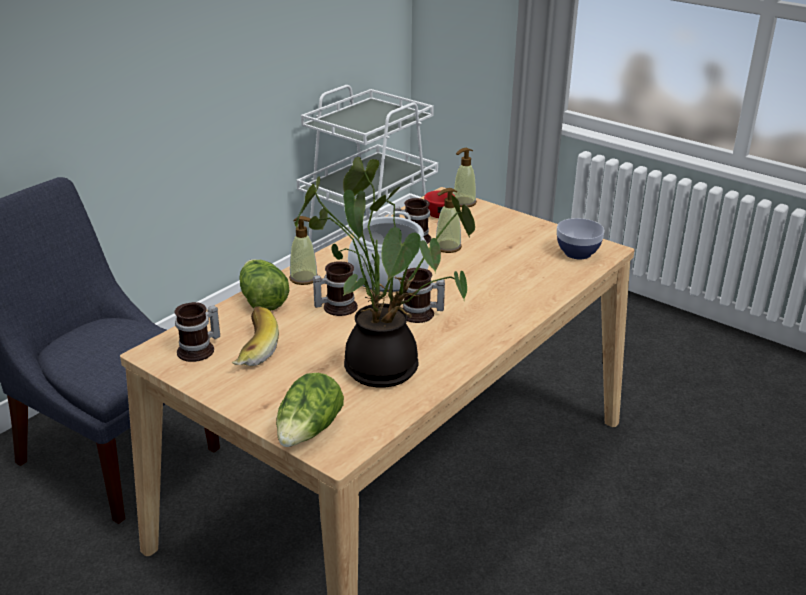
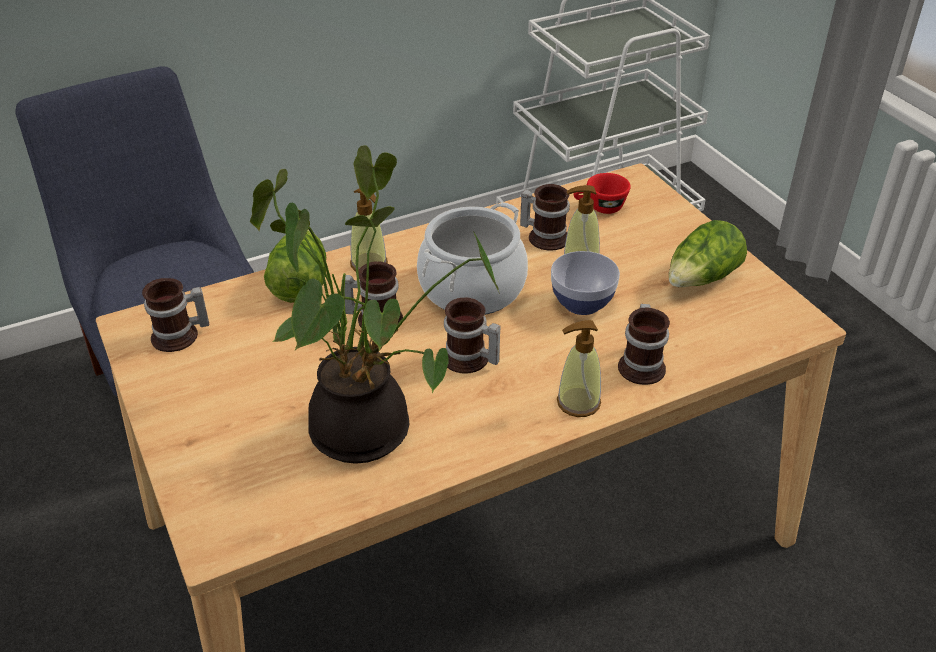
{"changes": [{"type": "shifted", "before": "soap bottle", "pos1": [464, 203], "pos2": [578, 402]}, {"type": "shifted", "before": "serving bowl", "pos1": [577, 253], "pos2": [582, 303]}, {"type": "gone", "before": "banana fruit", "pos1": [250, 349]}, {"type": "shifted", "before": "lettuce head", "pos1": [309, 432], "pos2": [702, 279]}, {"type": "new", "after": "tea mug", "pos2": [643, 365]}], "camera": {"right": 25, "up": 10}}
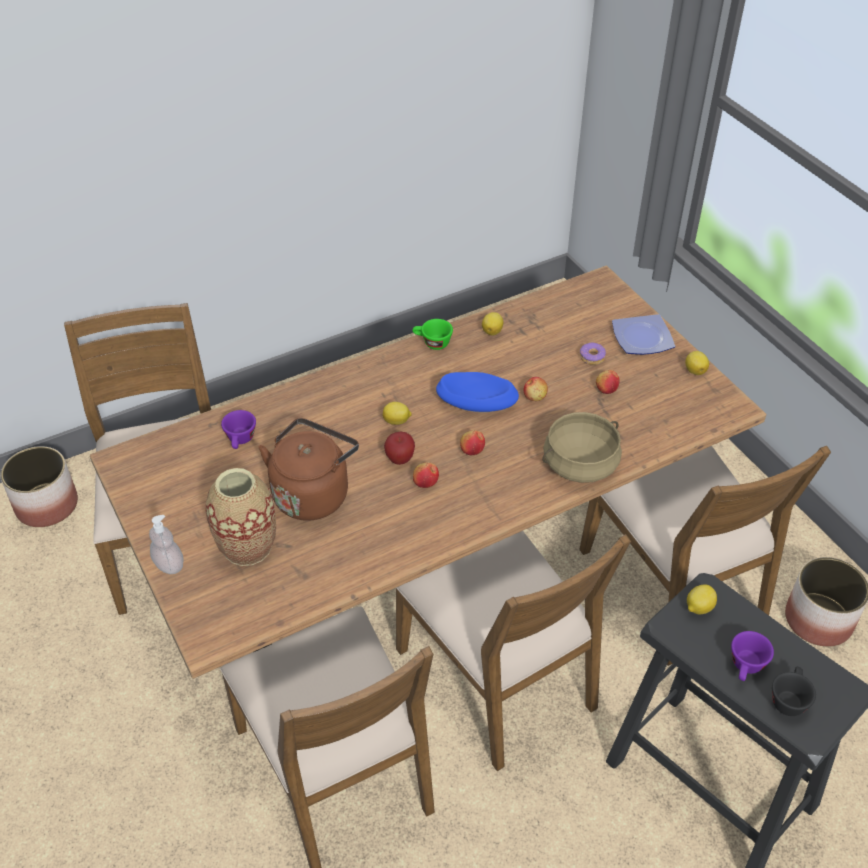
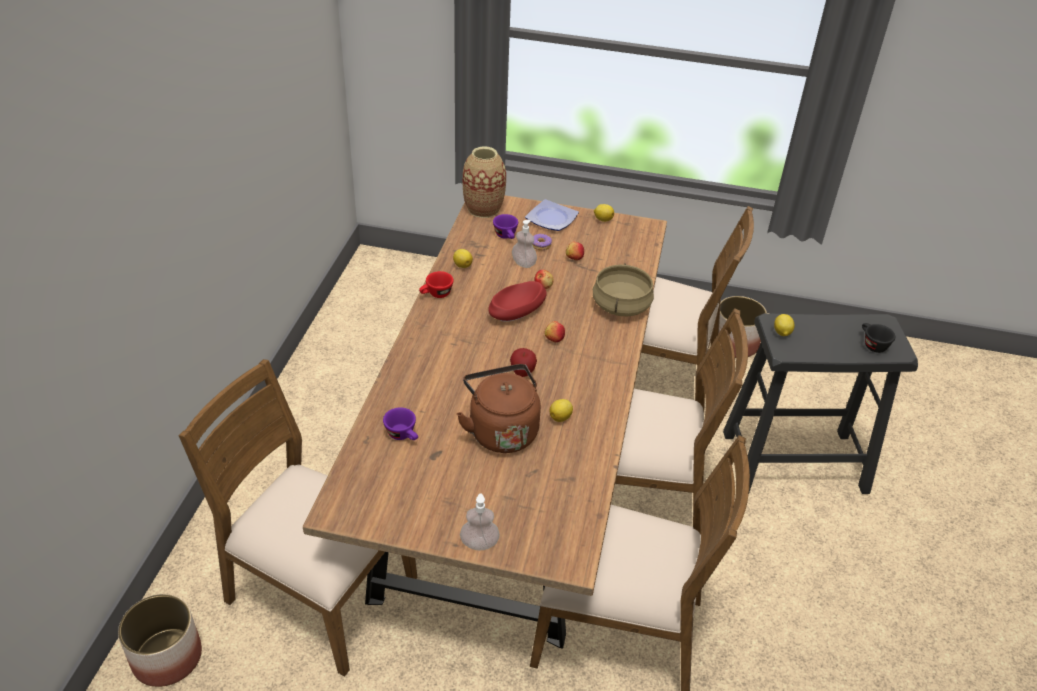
{"changes": [{"type": "repainted", "before": "green-coloured cup", "after": "red cup", "pos1": [432, 343], "pos2": [436, 294]}, {"type": "repainted", "before": "bluish serving bowl", "after": "red serving bowl", "pos1": [476, 404], "pos2": [517, 312]}, {"type": "shifted", "before": "whole lemon", "pos1": [397, 421], "pos2": [561, 417]}, {"type": "gone", "before": "apple fruit", "pos1": [425, 482]}, {"type": "shifted", "before": "decorative vase", "pos1": [247, 546], "pos2": [483, 208]}, {"type": "shifted", "before": "purple cup", "pos1": [746, 667], "pos2": [506, 236]}, {"type": "new", "after": "soap bottle", "pos2": [523, 263]}], "camera": {"right": -50, "up": -5}}
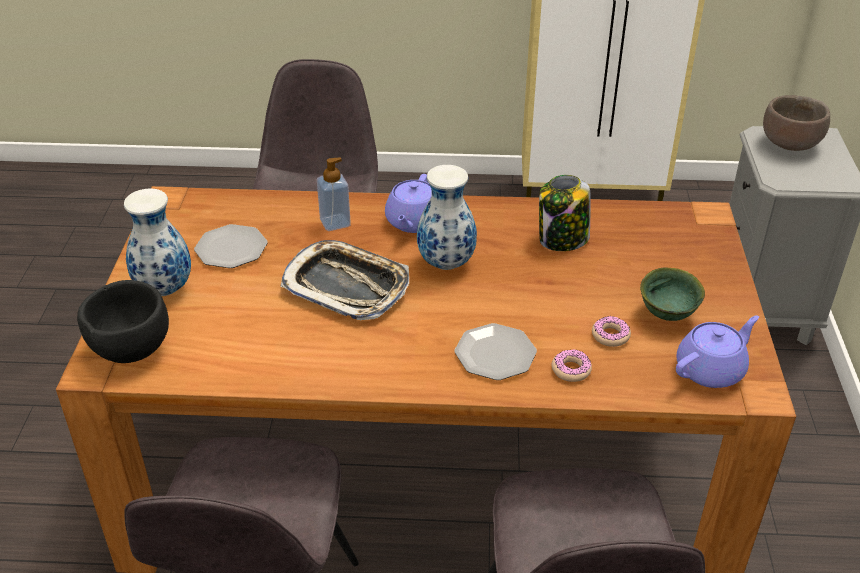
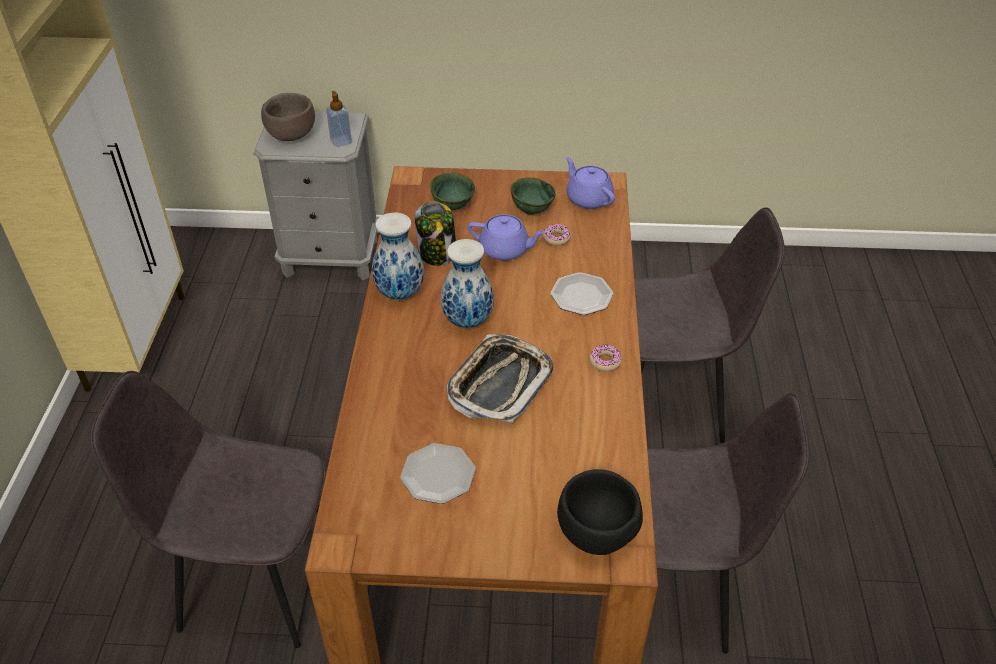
{"changes": [{"type": "shifted", "before": "soap bottle", "pos1": [335, 223], "pos2": [341, 141]}, {"type": "shifted", "before": "purple tea pot", "pos1": [413, 222], "pos2": [505, 250]}, {"type": "shifted", "before": "decorative vase", "pos1": [165, 289], "pos2": [400, 292]}, {"type": "shifted", "before": "donut", "pos1": [571, 370], "pos2": [605, 362]}, {"type": "new", "after": "green-coloured serving bowl", "pos2": [453, 206]}], "camera": {"right": -90, "up": 5}}
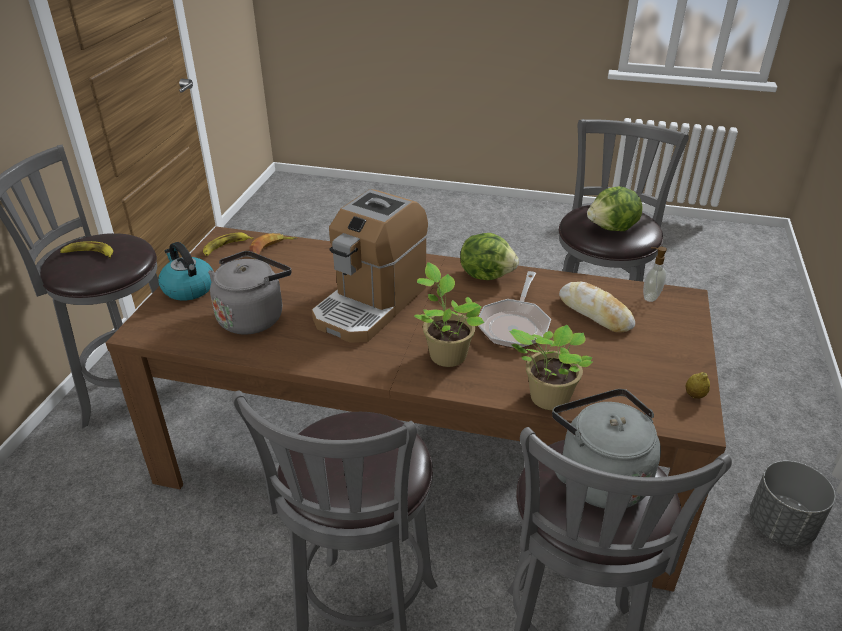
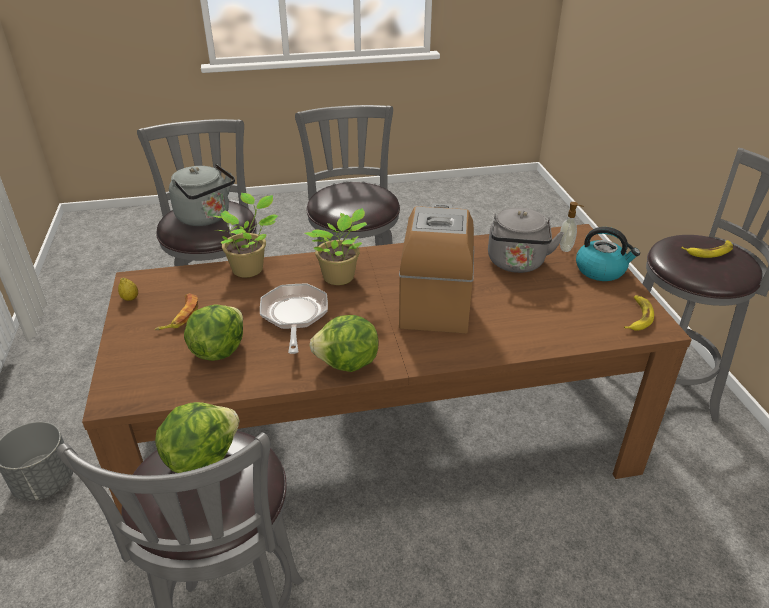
{"changes": [{"type": "shifted", "before": "banana fruit", "pos1": [271, 249], "pos2": [180, 315]}, {"type": "shifted", "before": "soap bottle", "pos1": [650, 297], "pos2": [566, 248]}, {"type": "swapped", "before": "bakery bread", "after": "lettuce head", "pos1": [595, 313], "pos2": [218, 350]}], "camera": {"right": 155, "up": 0}}
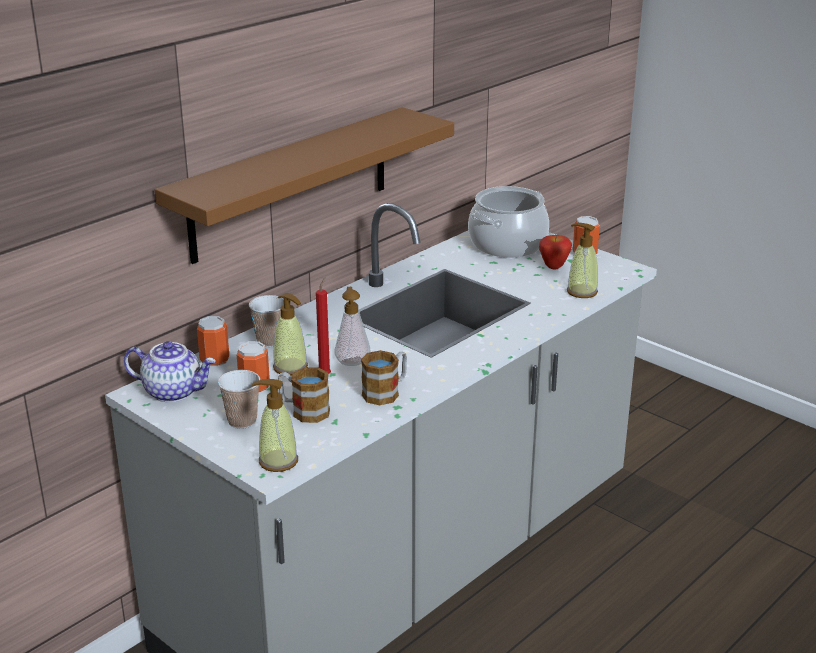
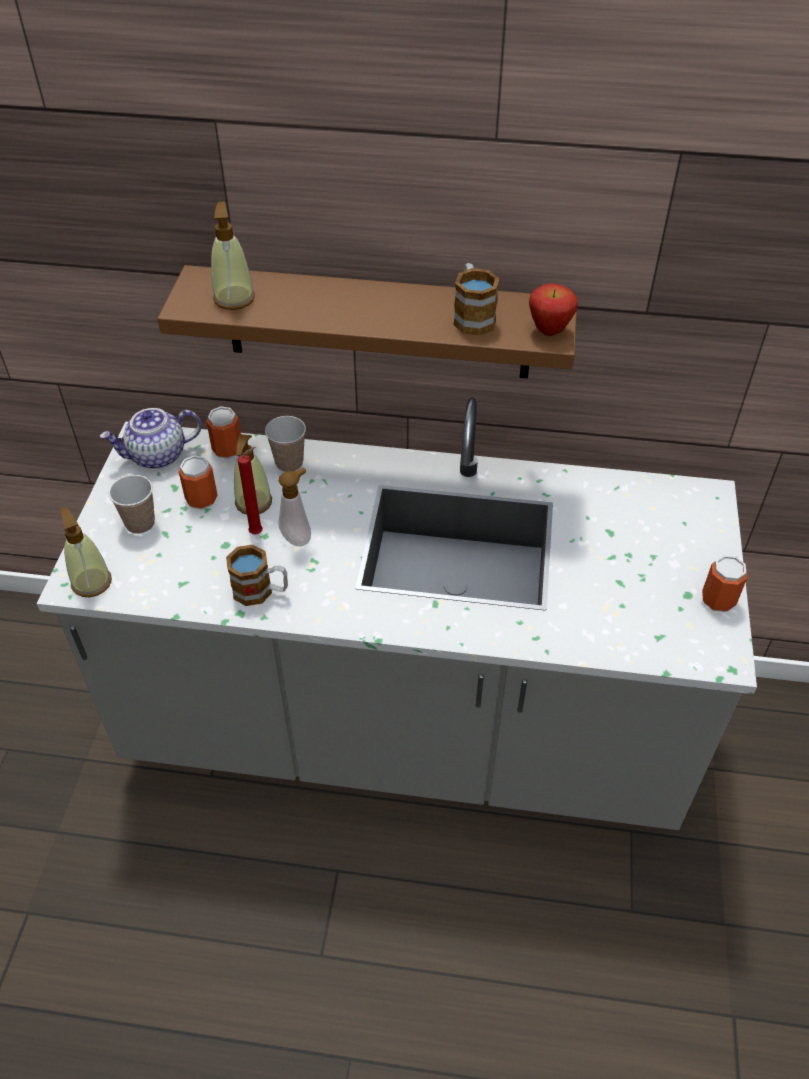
{"changes": [{"type": "gone", "before": "saucepot", "pos1": [508, 245]}, {"type": "shifted", "before": "soap bottle", "pos1": [581, 292], "pos2": [234, 298]}, {"type": "shifted", "before": "apple fruit", "pos1": [554, 267], "pos2": [549, 331]}, {"type": "rotated", "before": "tea pot", "pos1": [173, 391], "pos2": [157, 456], "turn": 90}, {"type": "shifted", "before": "tea mug", "pos1": [304, 411], "pos2": [472, 316]}], "camera": {"right": 55, "up": 20}}
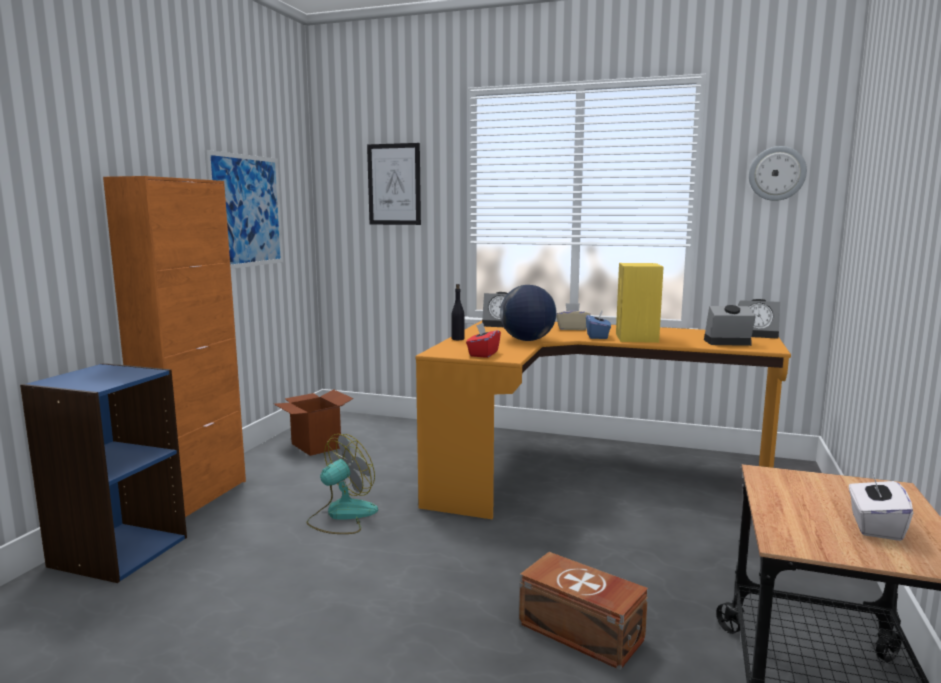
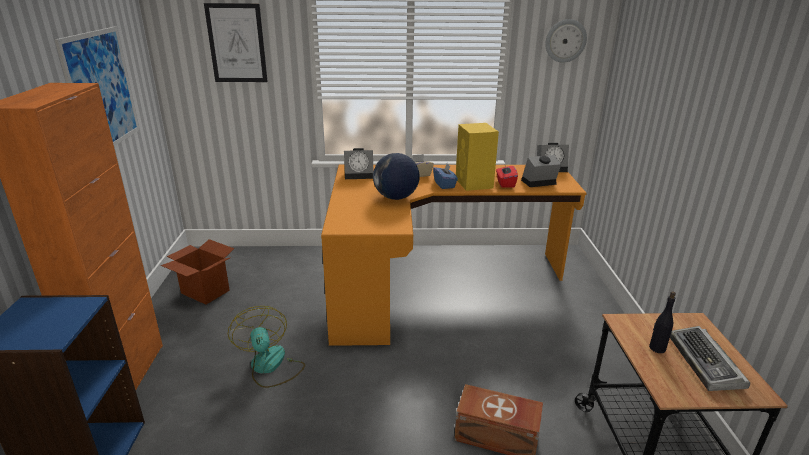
{"changes": [{"type": "shifted", "before": "blackish beverage bottle", "pos1": [457, 339], "pos2": [657, 348]}, {"type": "shifted", "before": "red tissue box", "pos1": [483, 354], "pos2": [505, 183]}, {"type": "rotated", "before": "electric fan", "pos1": [342, 515], "pos2": [270, 366], "turn": -45}, {"type": "swapped", "before": "white tissue box", "after": "computer keyboard", "pos1": [874, 526], "pos2": [705, 363]}], "camera": {"right": -20, "up": 15}}
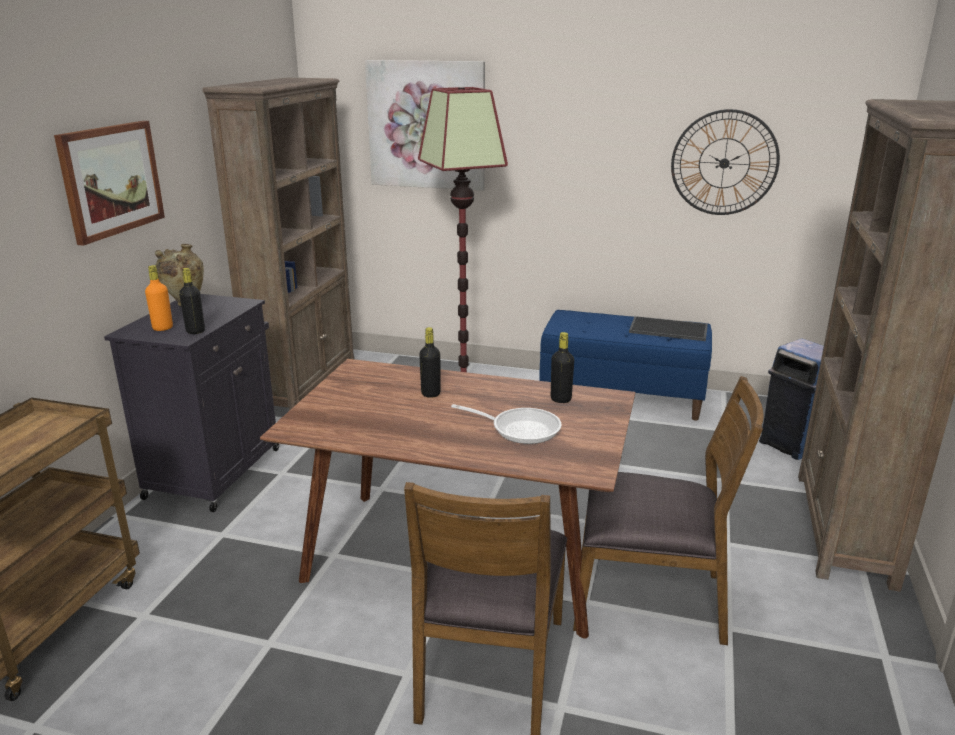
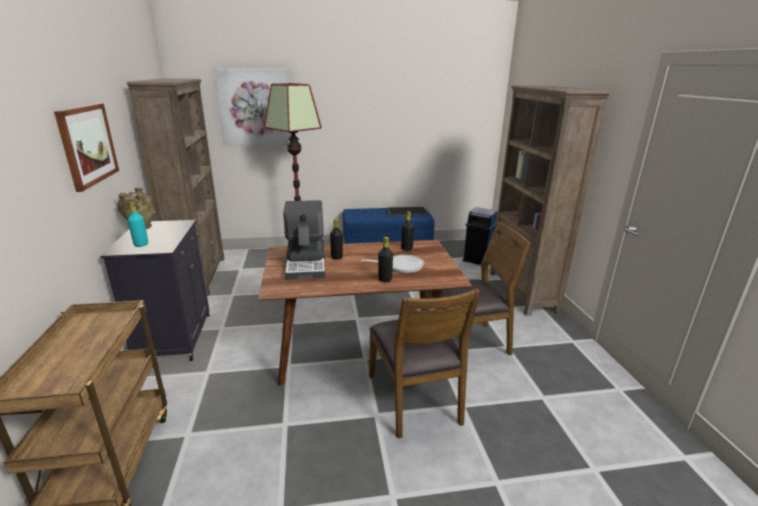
{"changes": [{"type": "gone", "before": "wall clock", "pos1": [724, 163]}, {"type": "repainted", "before": "orange beverage bottle", "after": "turquoise-coloured beverage bottle", "pos1": [162, 328], "pos2": [141, 244]}, {"type": "shifted", "before": "blackish beverage bottle", "pos1": [195, 331], "pos2": [385, 279]}, {"type": "new", "after": "coffee maker", "pos2": [307, 264]}], "camera": {"right": -25, "up": 0}}
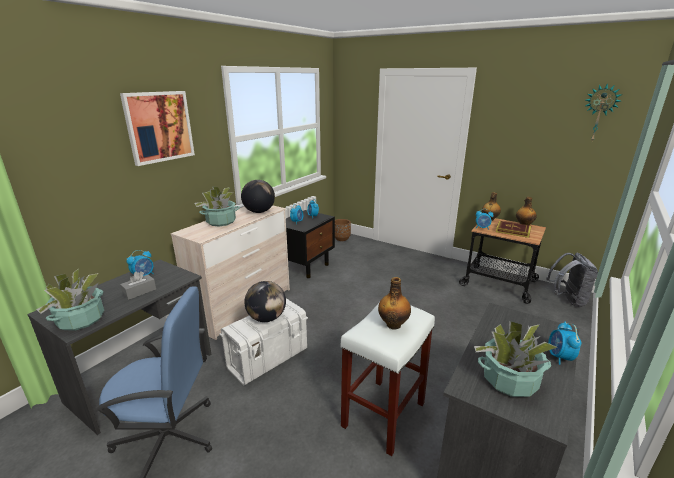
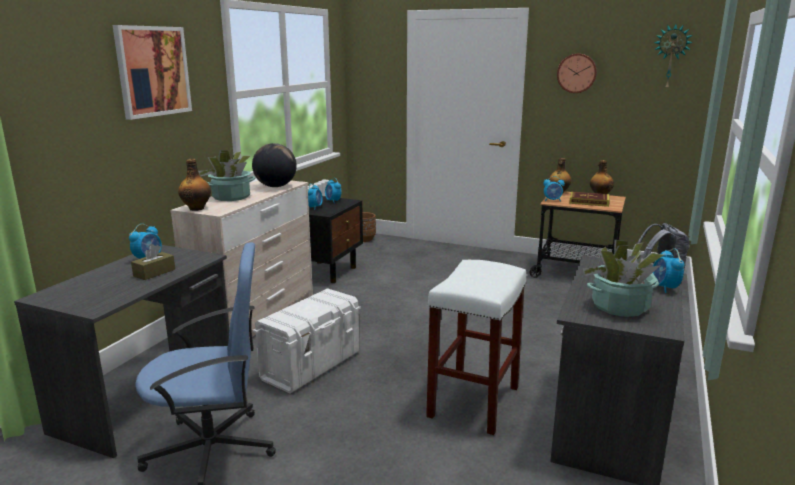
{"changes": [{"type": "gone", "before": "plant in a pot", "pos1": [81, 320]}, {"type": "repainted", "before": "grey tissue box", "after": "brown-coloured tissue box", "pos1": [139, 292], "pos2": [154, 273]}, {"type": "shifted", "before": "beverage bottle", "pos1": [393, 324], "pos2": [197, 208]}, {"type": "gone", "before": "world globe", "pos1": [267, 318]}, {"type": "new", "after": "wall clock", "pos2": [577, 73]}], "camera": {"right": -10, "up": -5}}
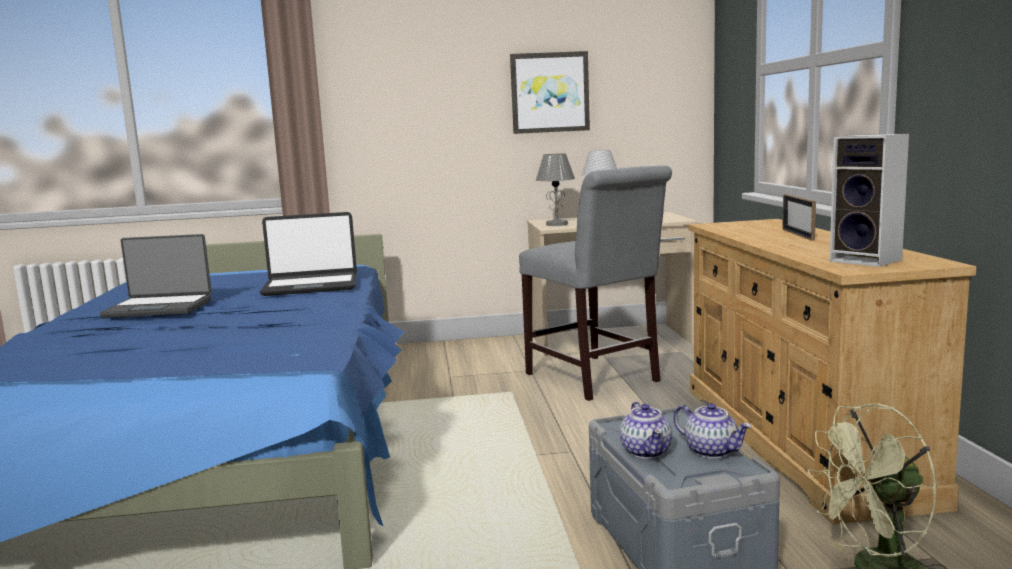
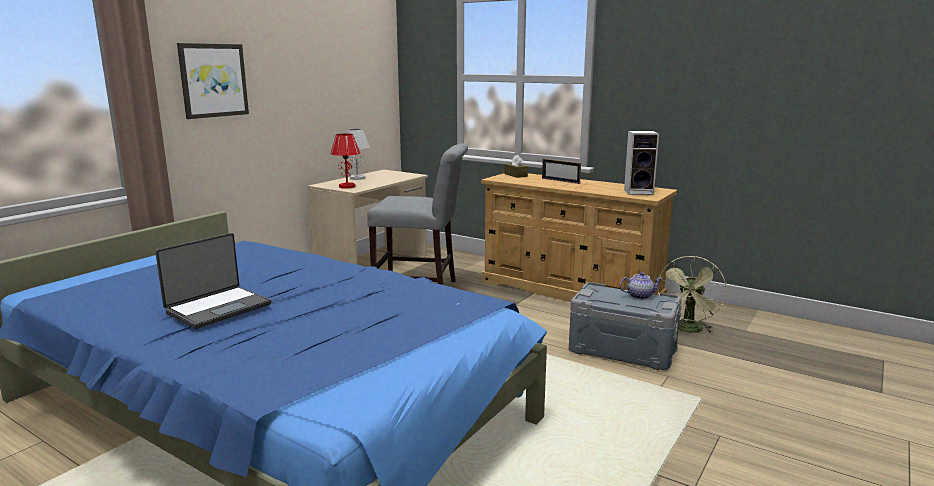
{"changes": [{"type": "shifted", "before": "wall art", "pos1": [549, 92], "pos2": [213, 80]}, {"type": "repainted", "before": "grey table lamp", "after": "red table lamp", "pos1": [556, 224], "pos2": [347, 186]}, {"type": "gone", "before": "laptop", "pos1": [311, 286]}, {"type": "gone", "before": "tea pot", "pos1": [647, 451]}, {"type": "new", "after": "brown-coloured tissue box", "pos2": [515, 175]}], "camera": {"right": -50, "up": 5}}
